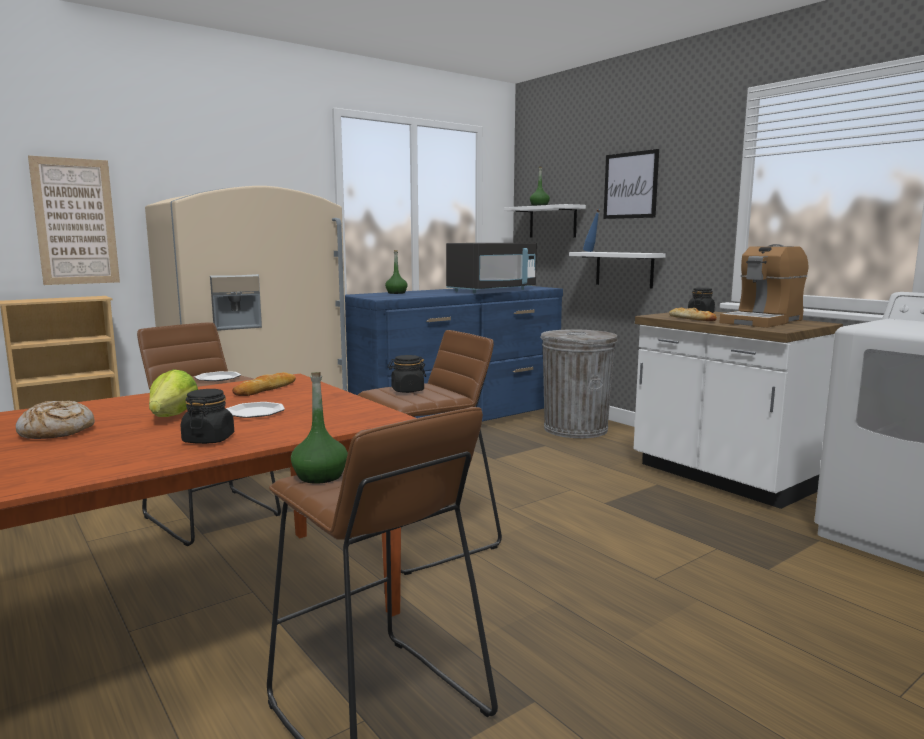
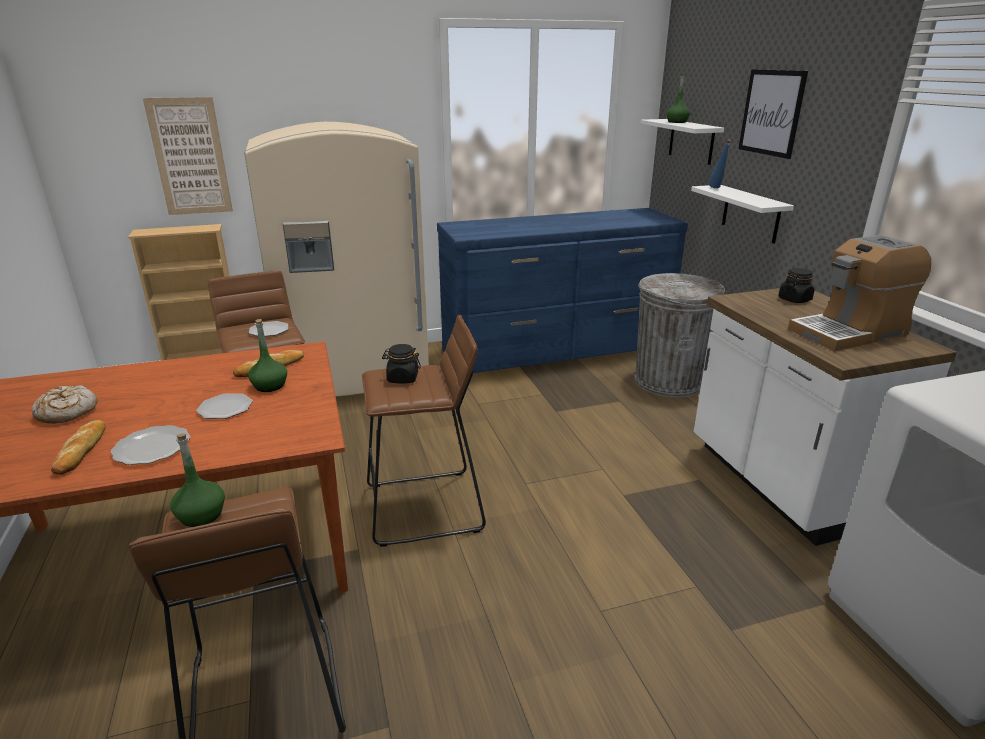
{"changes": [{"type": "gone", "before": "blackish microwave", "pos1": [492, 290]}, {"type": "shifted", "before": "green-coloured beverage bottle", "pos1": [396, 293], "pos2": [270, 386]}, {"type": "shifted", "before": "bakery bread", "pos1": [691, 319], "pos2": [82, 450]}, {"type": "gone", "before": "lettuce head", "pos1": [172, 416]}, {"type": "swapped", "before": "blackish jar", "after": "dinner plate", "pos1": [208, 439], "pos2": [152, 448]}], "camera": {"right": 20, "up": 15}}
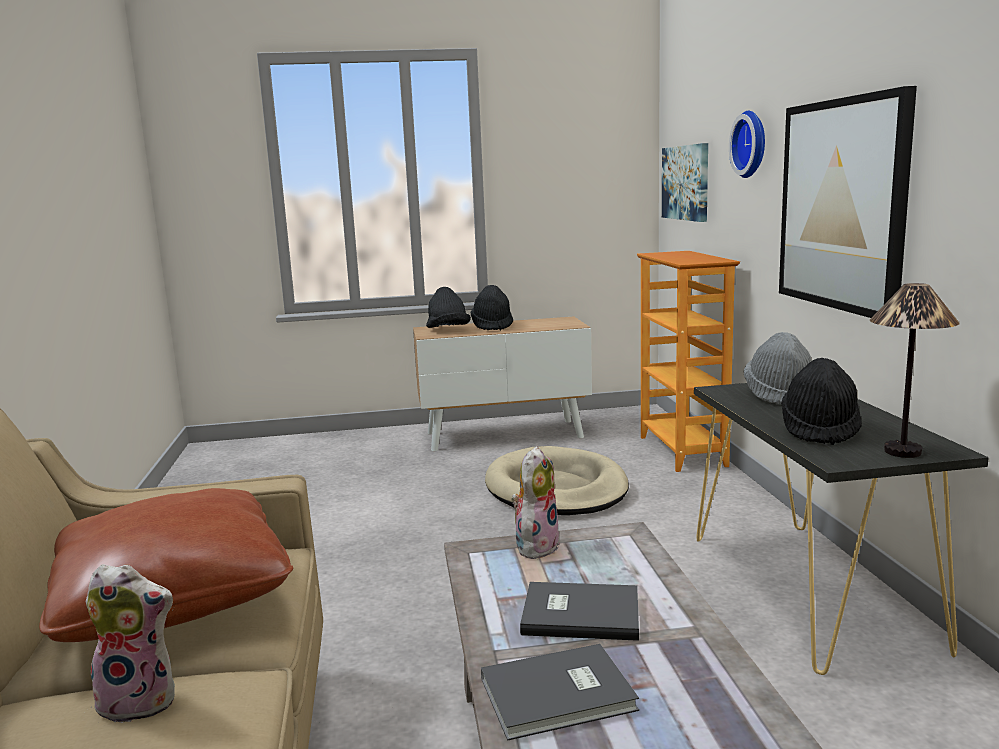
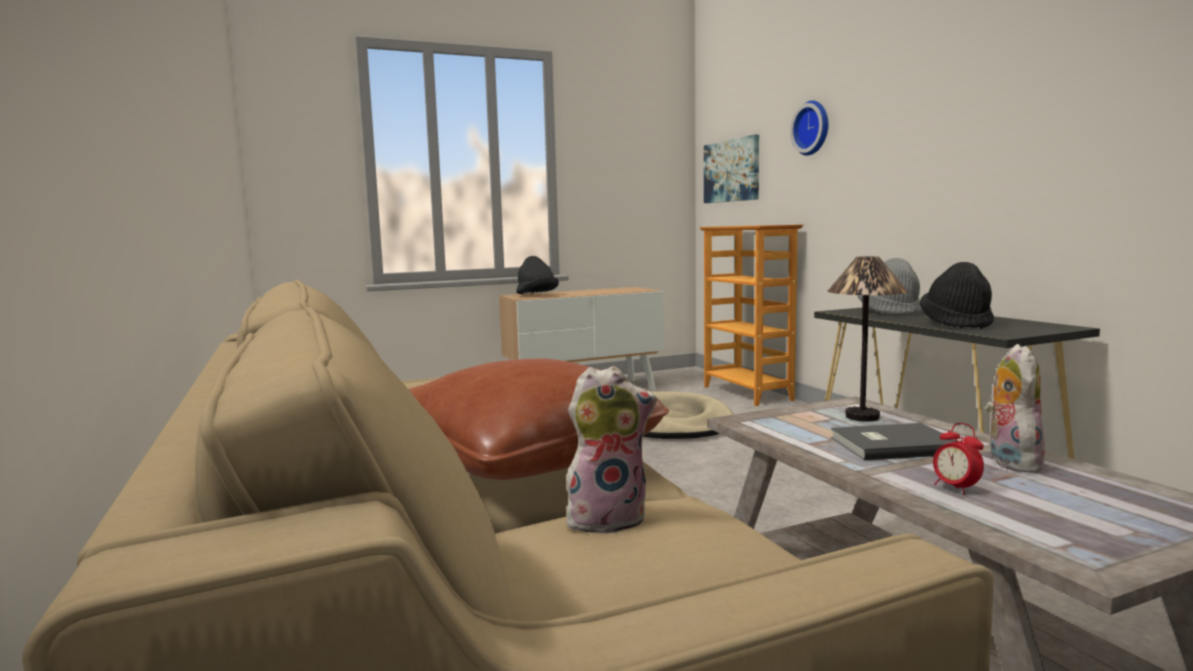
{"changes": [{"type": "gone", "before": "wall art", "pos1": [842, 204]}, {"type": "shifted", "before": "table lamp", "pos1": [903, 452], "pos2": [863, 417]}, {"type": "gone", "before": "blackish hat", "pos1": [492, 326]}, {"type": "shifted", "before": "plush toy", "pos1": [536, 546], "pos2": [1009, 462]}, {"type": "swapped", "before": "grey book", "after": "alarm clock", "pos1": [560, 696], "pos2": [955, 488]}], "camera": {"right": -15, "up": -5}}
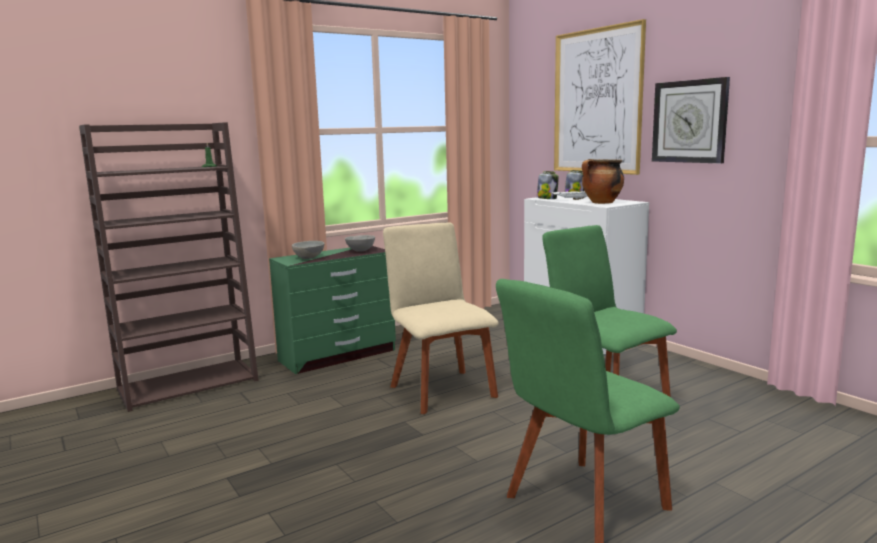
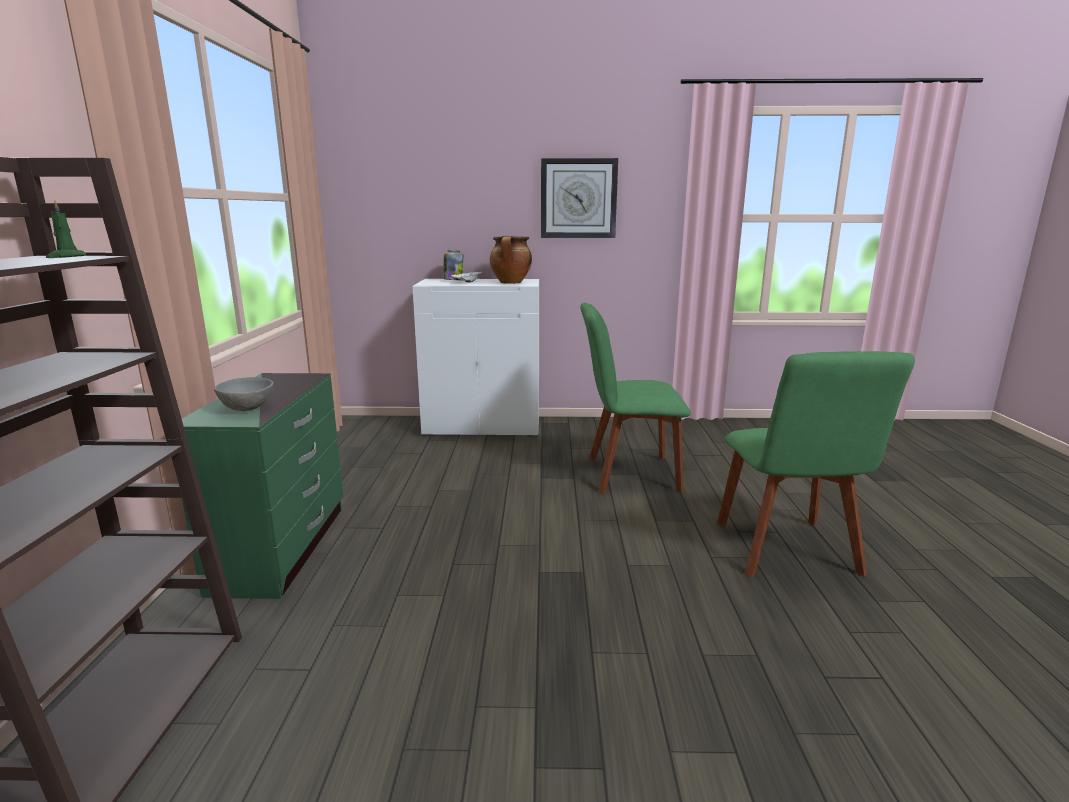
{"changes": [{"type": "gone", "before": "wall art", "pos1": [597, 101]}, {"type": "gone", "before": "jar", "pos1": [547, 198]}, {"type": "gone", "before": "beige-coloured upright chair", "pos1": [441, 389]}, {"type": "gone", "before": "grey serving bowl", "pos1": [360, 251]}], "camera": {"right": -55, "up": 5}}
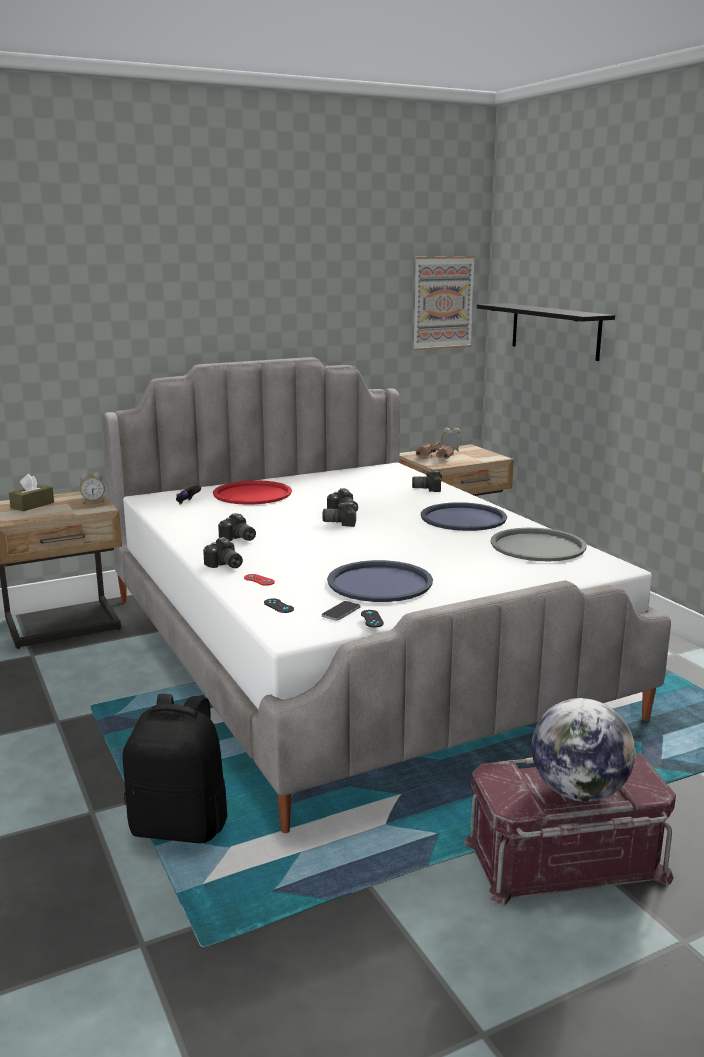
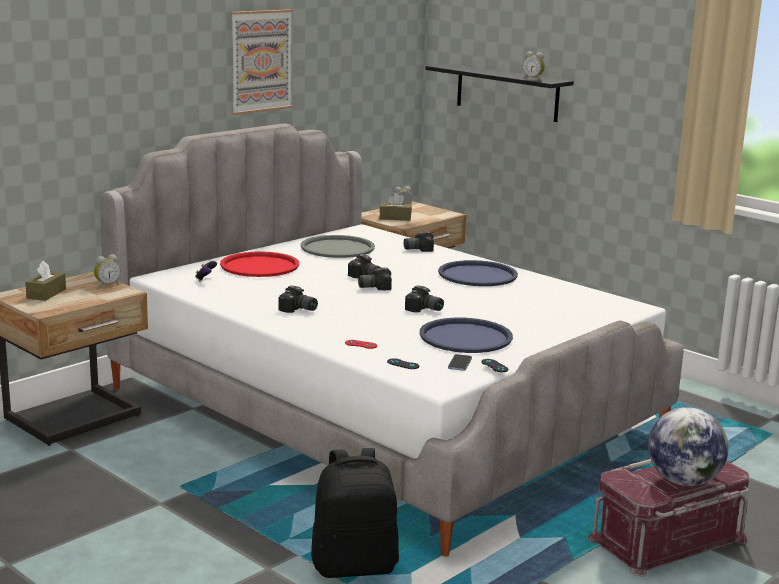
{"changes": [{"type": "shifted", "before": "wall art", "pos1": [442, 302], "pos2": [260, 61]}, {"type": "swapped", "before": "brown-coloured binoculars", "after": "brown-coloured tissue box", "pos1": [436, 458], "pos2": [395, 218]}, {"type": "shifted", "before": "grey serving tray", "pos1": [537, 546], "pos2": [337, 248]}, {"type": "shifted", "before": "photo camera", "pos1": [224, 565], "pos2": [424, 310]}, {"type": "new", "after": "alarm clock", "pos2": [533, 79]}], "camera": {"right": -20, "up": 0}}
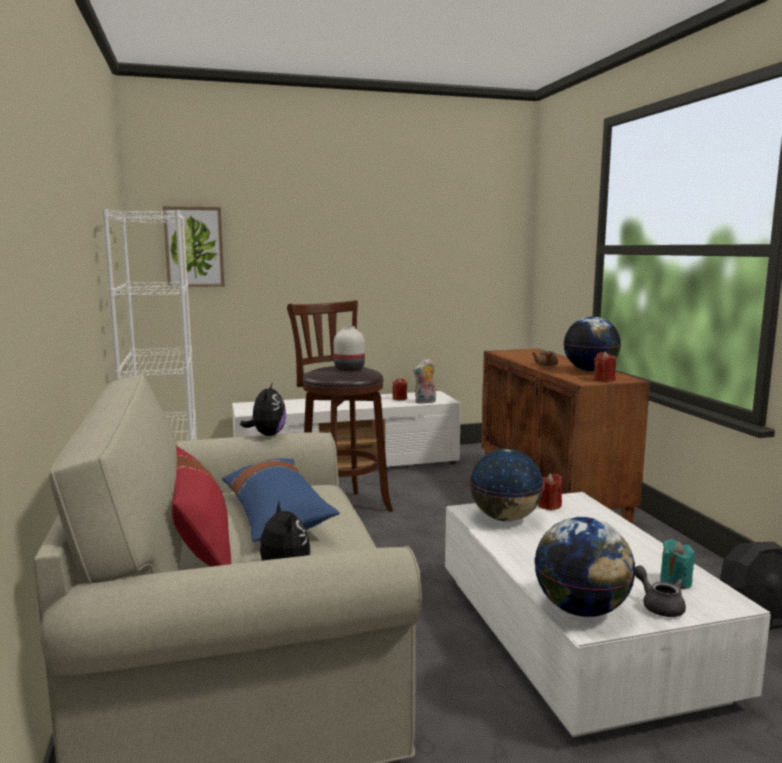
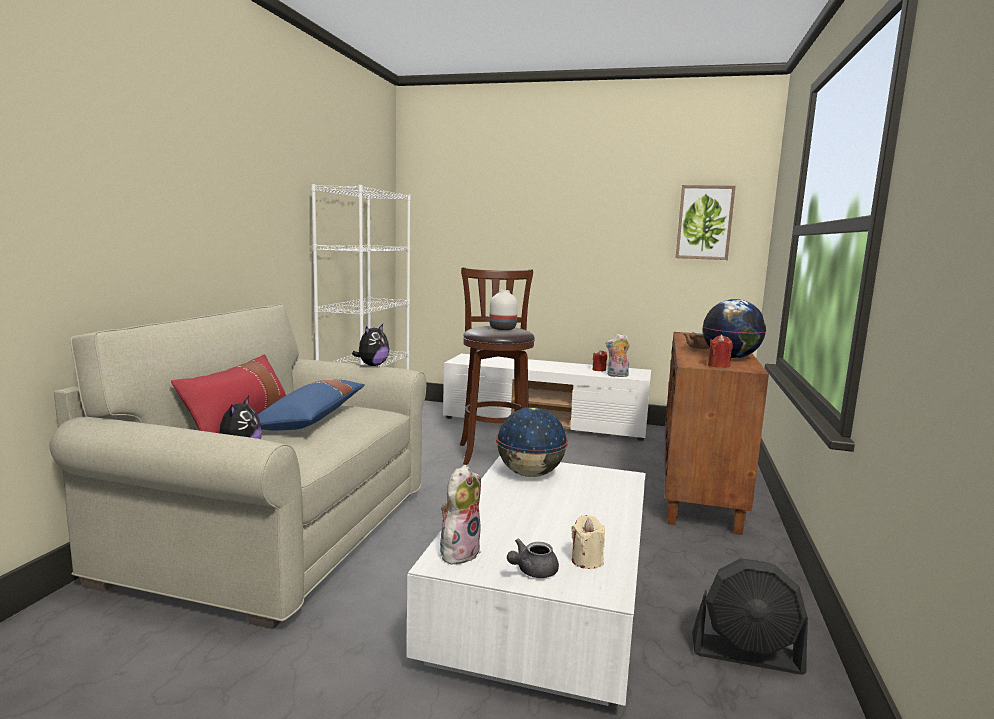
{"changes": [{"type": "shifted", "before": "wall art", "pos1": [194, 247], "pos2": [704, 222]}, {"type": "gone", "before": "red wax light", "pos1": [549, 506]}, {"type": "swapped", "before": "world globe", "after": "plush toy", "pos1": [581, 610], "pos2": [459, 552]}, {"type": "repainted", "before": "turquoise-coloured wax light", "after": "beige-coloured wax light", "pos1": [675, 582], "pos2": [586, 561]}, {"type": "rotated", "before": "grey tea pot", "pos1": [659, 606], "pos2": [532, 571], "turn": -135}], "camera": {"right": 30, "up": 0}}
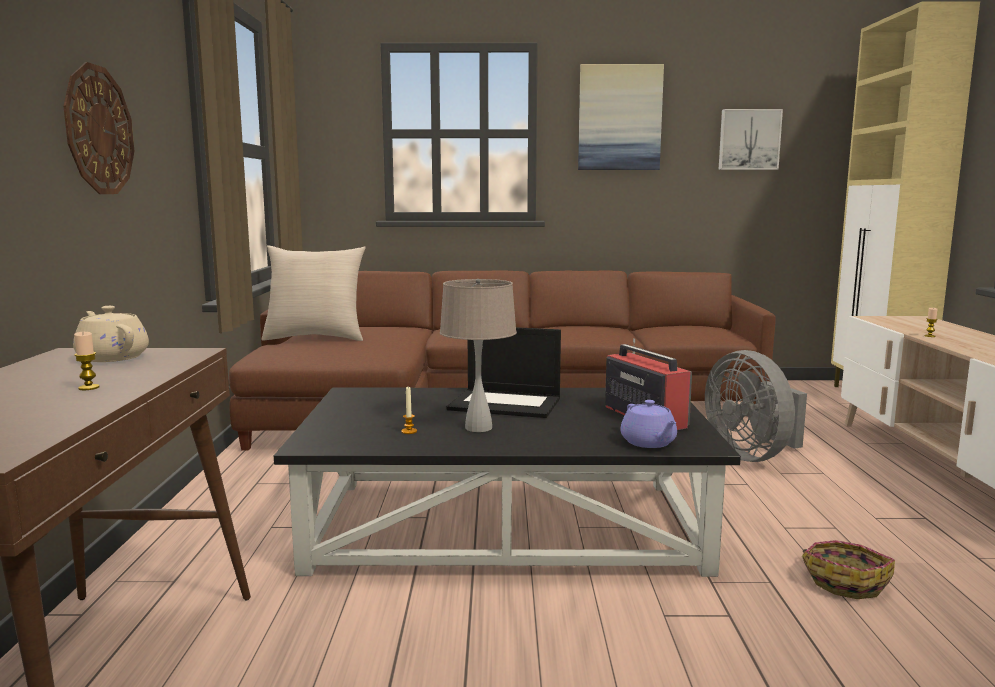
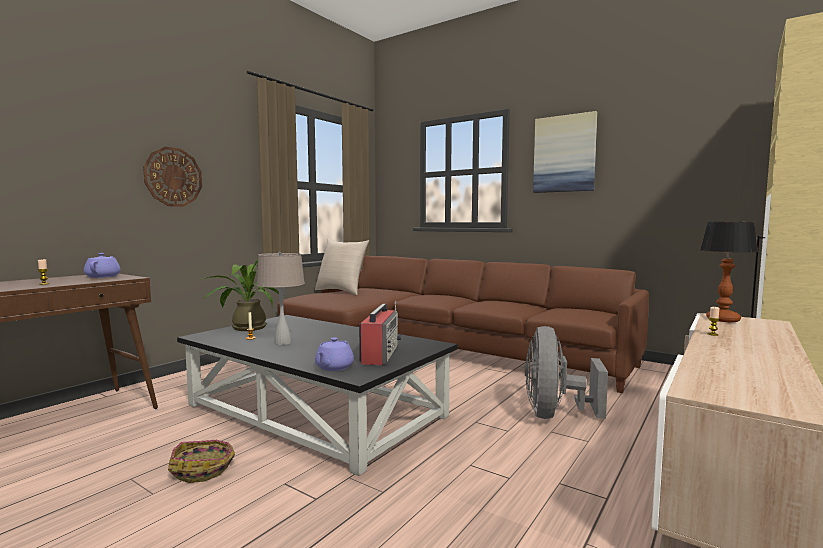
{"changes": [{"type": "gone", "before": "wall art", "pos1": [749, 140]}, {"type": "repainted", "before": "beige-coloured tea pot", "after": "purple tea pot", "pos1": [112, 357], "pos2": [103, 276]}, {"type": "gone", "before": "laptop", "pos1": [506, 404]}, {"type": "shifted", "before": "storage basket", "pos1": [845, 581], "pos2": [203, 469]}, {"type": "new", "after": "table lamp", "pos2": [722, 319]}, {"type": "new", "after": "plant in a pot", "pos2": [245, 328]}], "camera": {"right": 35, "up": -5}}
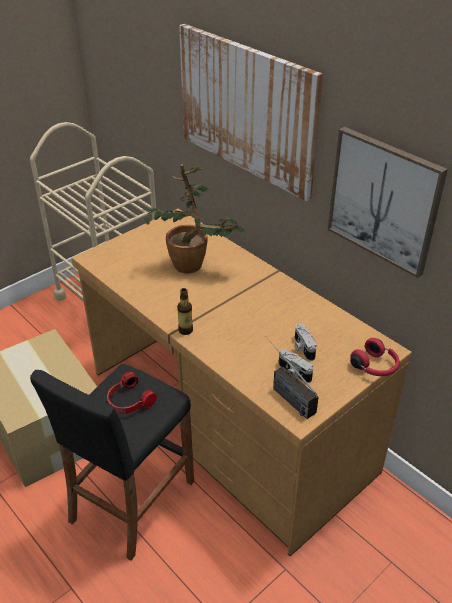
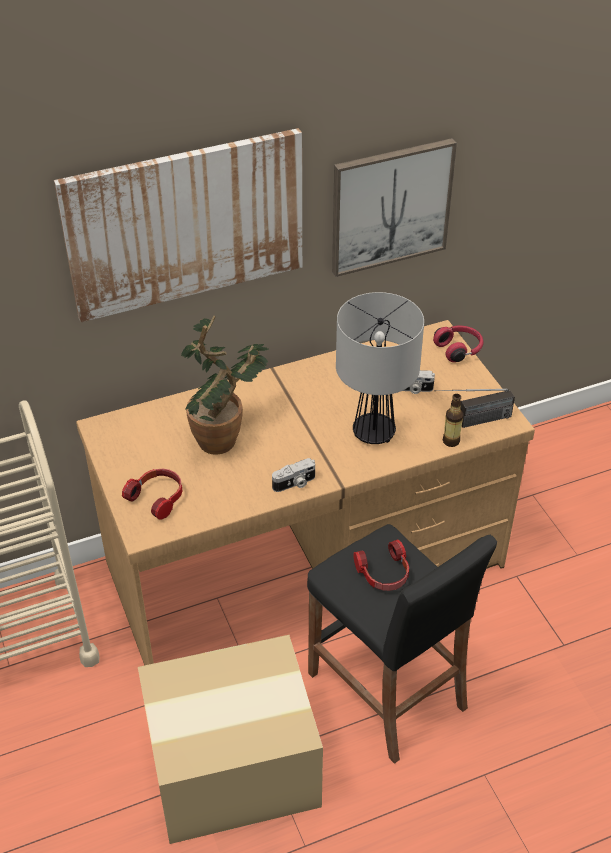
{"changes": [{"type": "shifted", "before": "beverage bottle", "pos1": [185, 330], "pos2": [451, 441]}, {"type": "shifted", "before": "photo camera", "pos1": [293, 372], "pos2": [294, 483]}, {"type": "new", "after": "table lamp", "pos2": [373, 432]}, {"type": "new", "after": "headphones", "pos2": [158, 497]}], "camera": {"right": -70, "up": 5}}
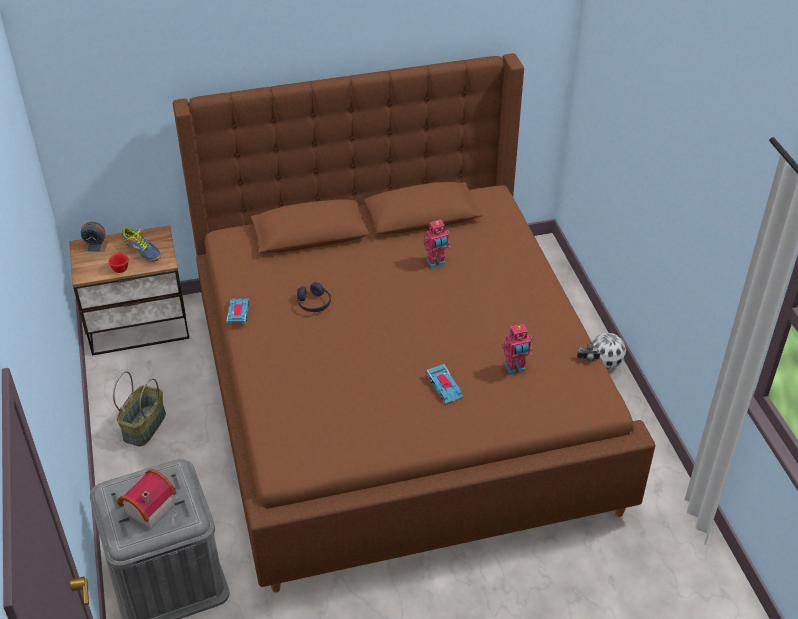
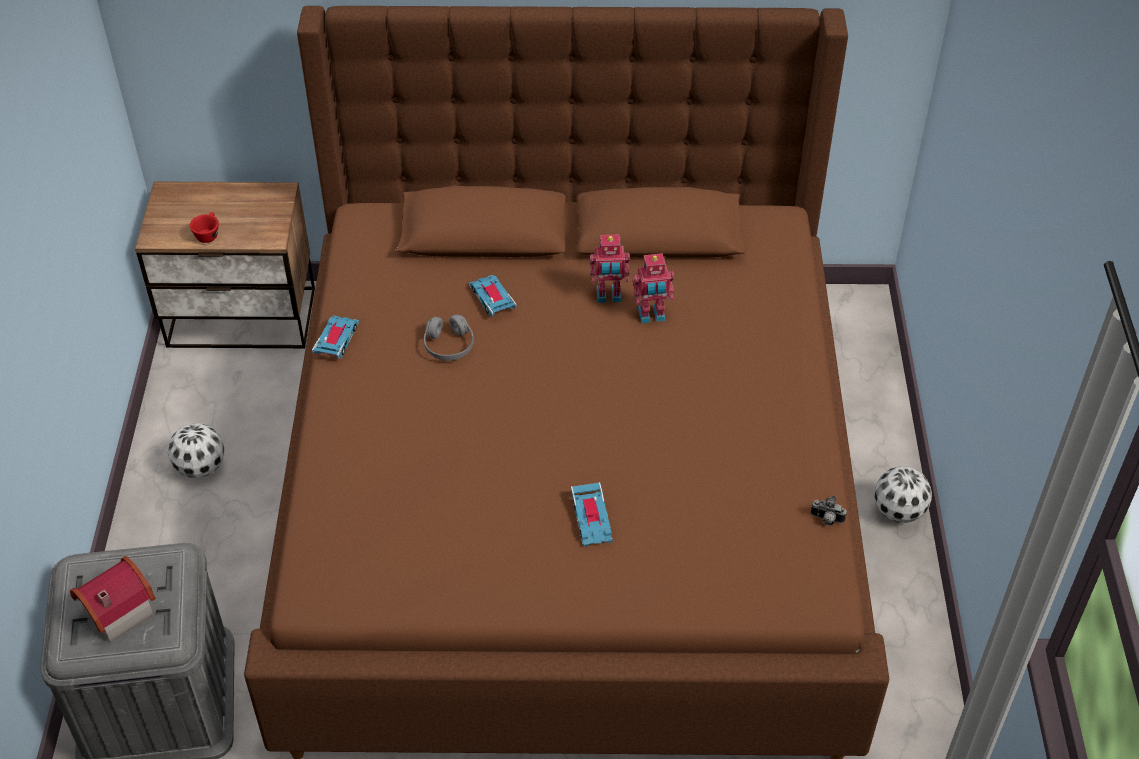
{"changes": [{"type": "gone", "before": "alarm clock", "pos1": [96, 246]}, {"type": "gone", "before": "item of footwear", "pos1": [142, 250]}, {"type": "repainted", "before": "purple headphones", "after": "grey headphones", "pos1": [314, 303], "pos2": [449, 345]}, {"type": "shifted", "before": "toy robot", "pos1": [515, 369], "pos2": [608, 296]}, {"type": "swapped", "before": "storage basket", "after": "football", "pos1": [144, 425], "pos2": [200, 467]}, {"type": "new", "after": "miniature car", "pos2": [492, 298]}], "camera": {"right": 15, "up": 5}}
